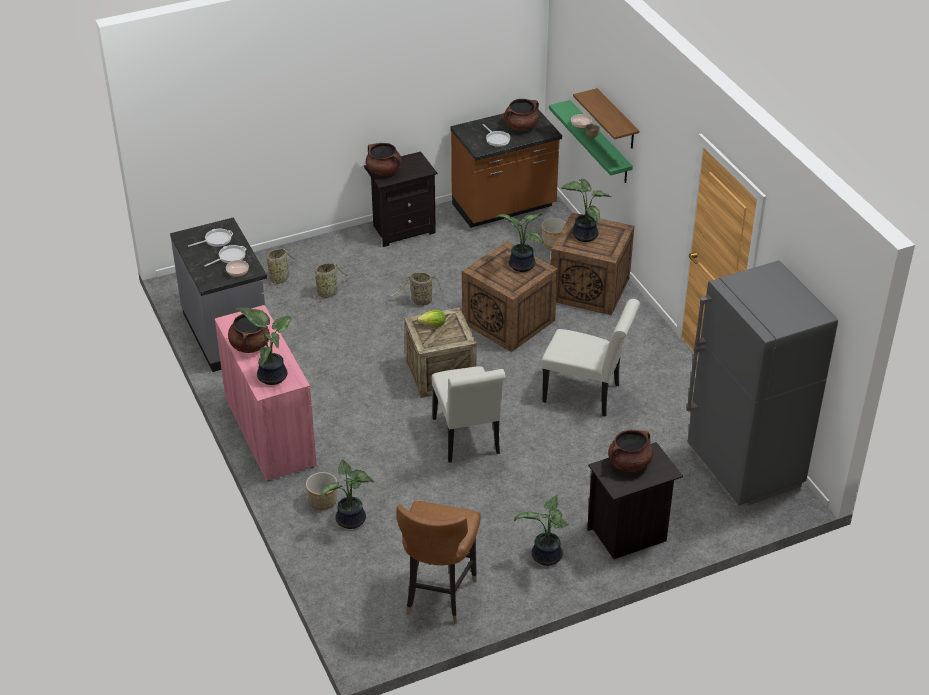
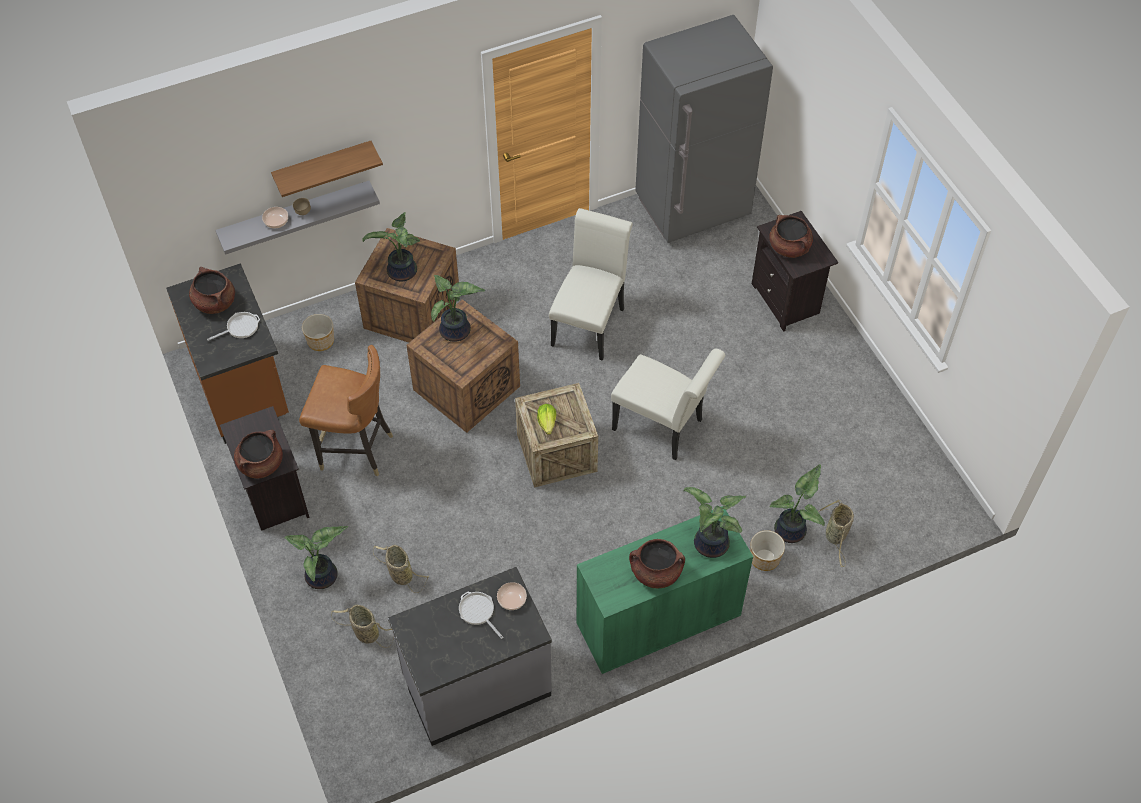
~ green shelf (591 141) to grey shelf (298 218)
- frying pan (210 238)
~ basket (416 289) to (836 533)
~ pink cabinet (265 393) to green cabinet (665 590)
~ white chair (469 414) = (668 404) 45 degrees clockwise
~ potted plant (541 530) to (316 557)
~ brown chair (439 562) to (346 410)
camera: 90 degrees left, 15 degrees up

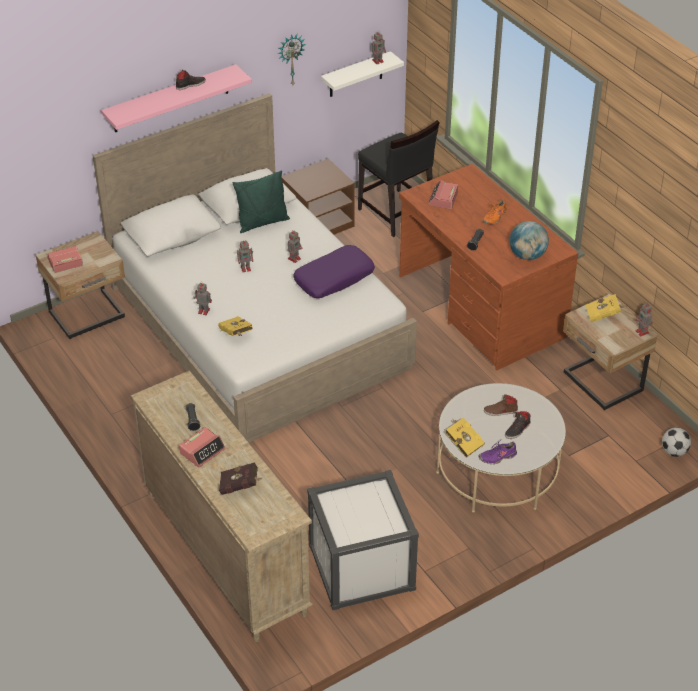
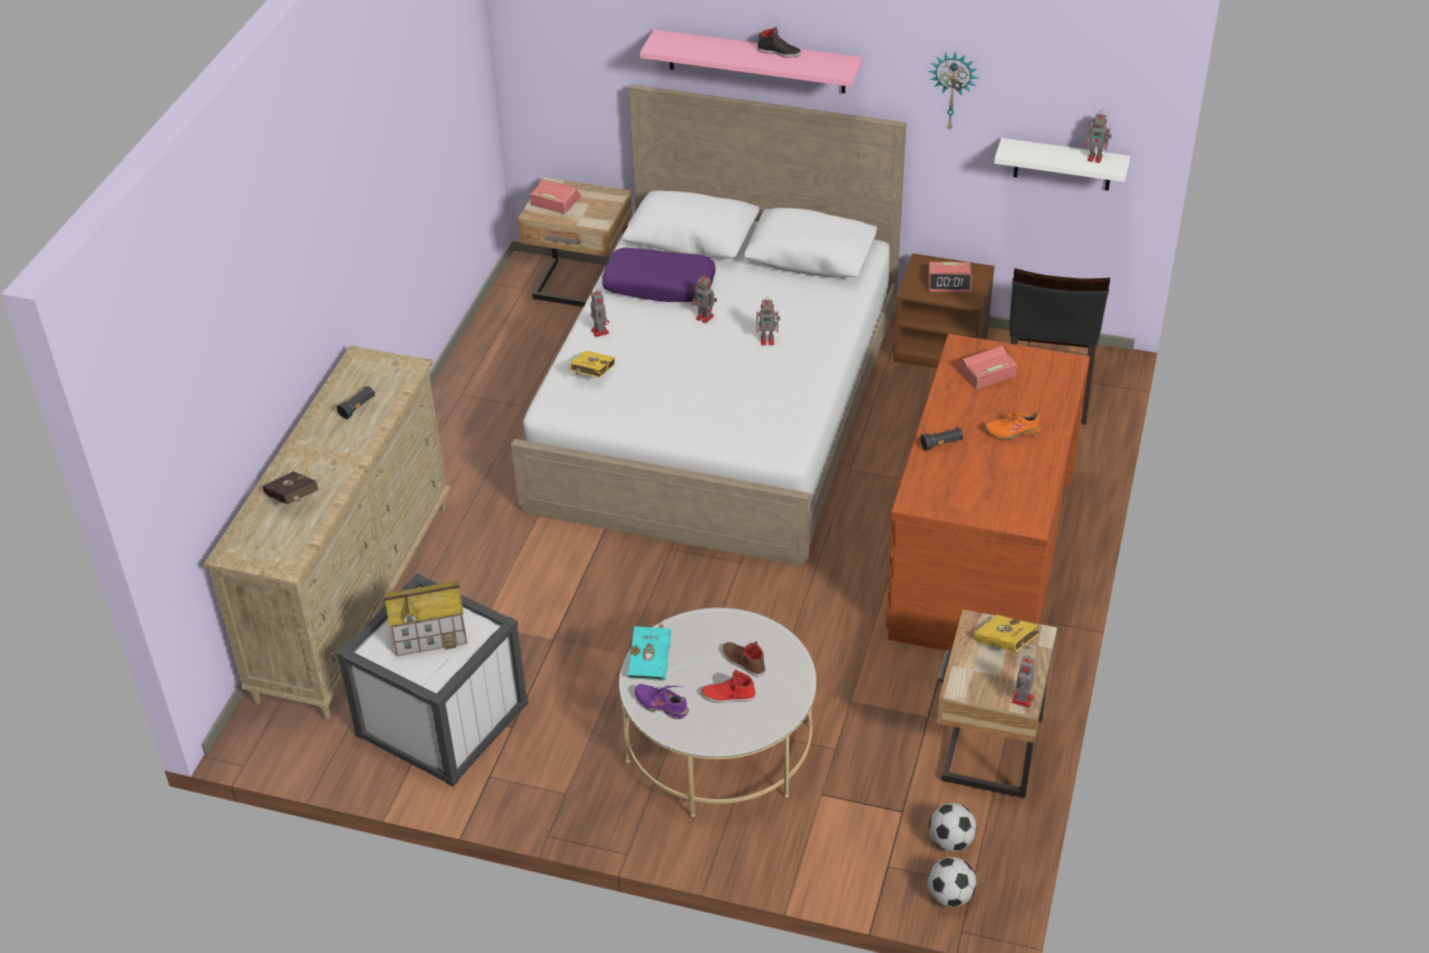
- green pillow (261 201)
- globe (529 240)
~ purple pillow (334 271) to (658 275)
~ black shoe (517 425) to red shoe (728 686)
~ yellow book (465 438) to turquoise book (649 651)
~ alarm clock (202 447) to (950 276)
+ toy house (425 618)
+ football (953 827)
camera: 50 degrees right, 0 degrees up

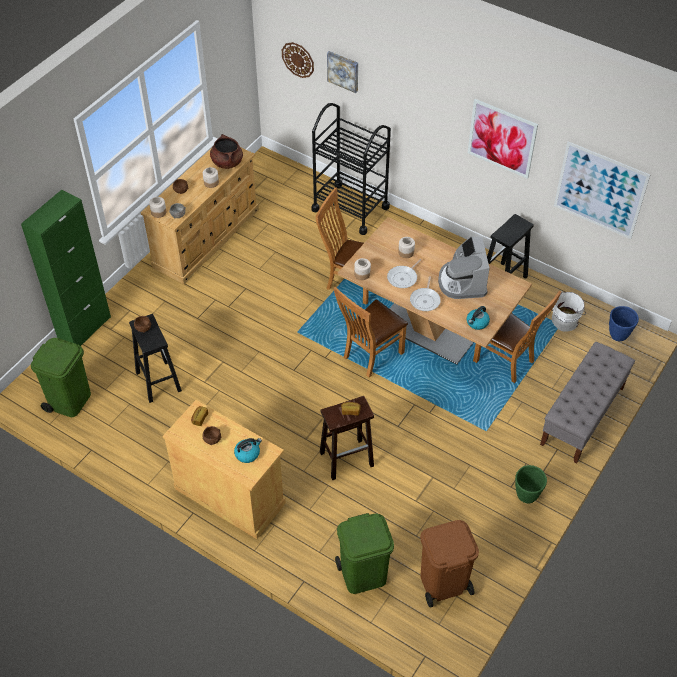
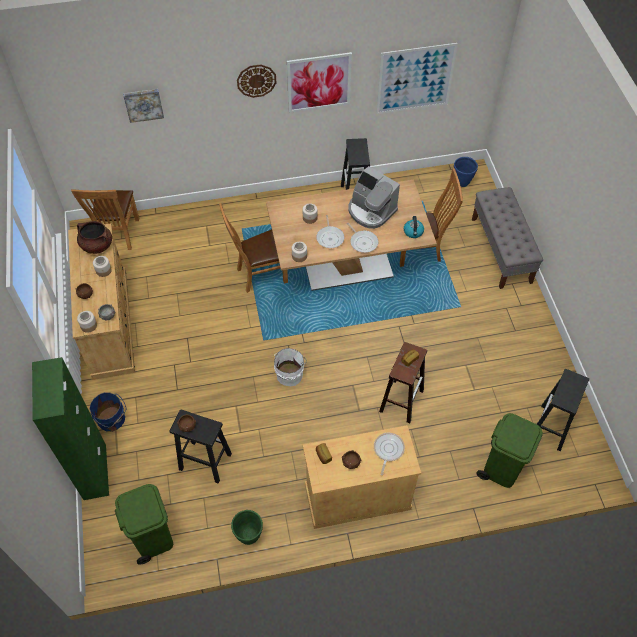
~ wall clock (298 60) to (256 81)
- black cart (351 169)
~ brown chair (371 332) to (105 219)
~ white bucket (569 312) to (290 367)
~ kettle (248 450) to frying pan (389 454)
~ green planter (531 484) to (247 527)
~ brown trash can (449 564) to black stool (563 410)
+ blue bucket (107 412)
camera: 45 degrees left, 5 degrees up

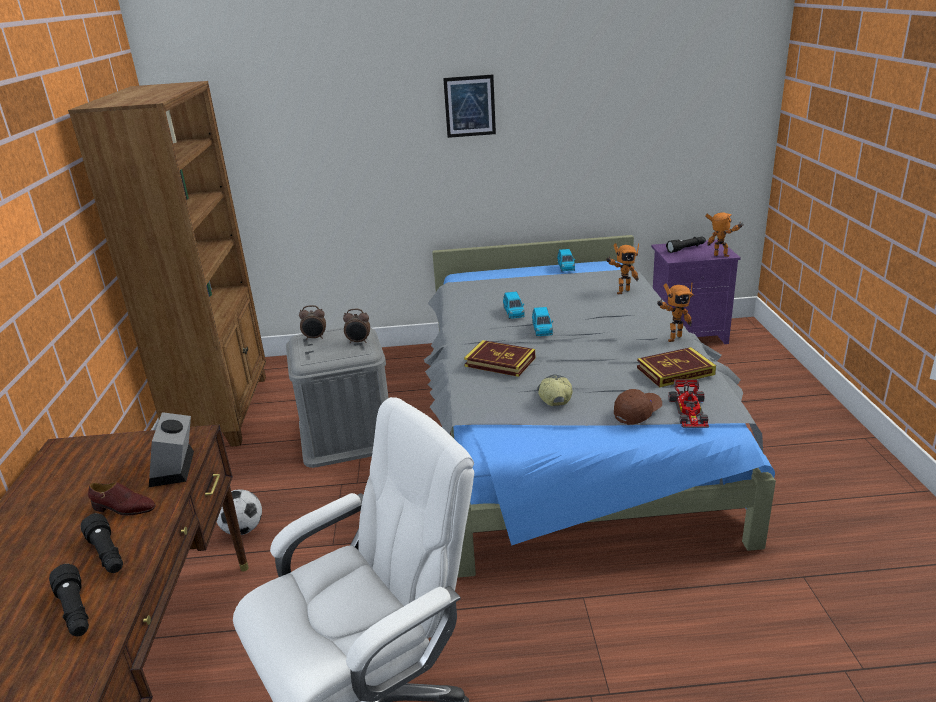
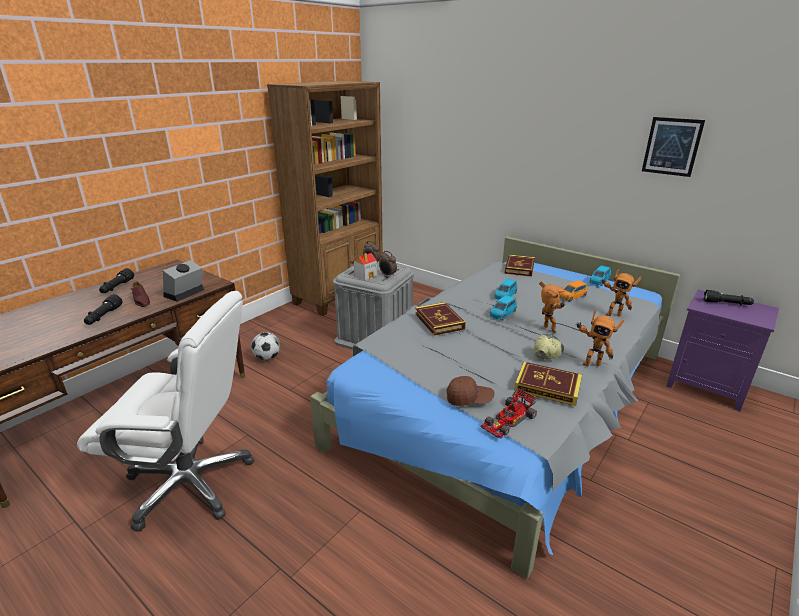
~ picture (469 106) to (673 147)
~ toy robot (724 234) to (552 307)
~ cap (554 390) to (549 347)
~ black flashlight (69 600) to (116 280)
+ toy house (365 266)
+ book (519 266)
+ orange toy car (573 291)
camera: 40 degrees right, 0 degrees up

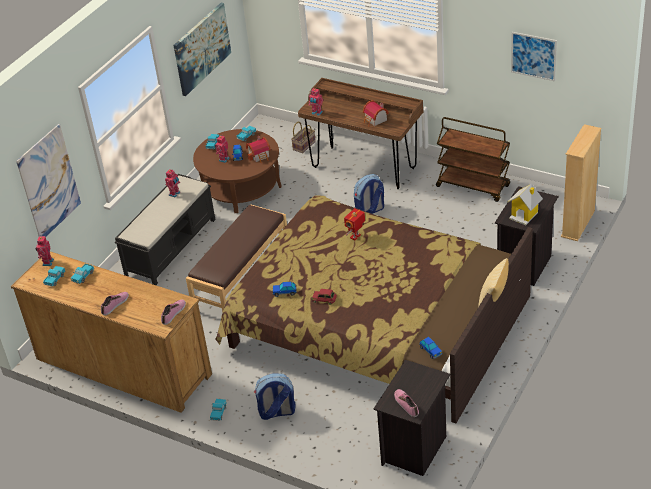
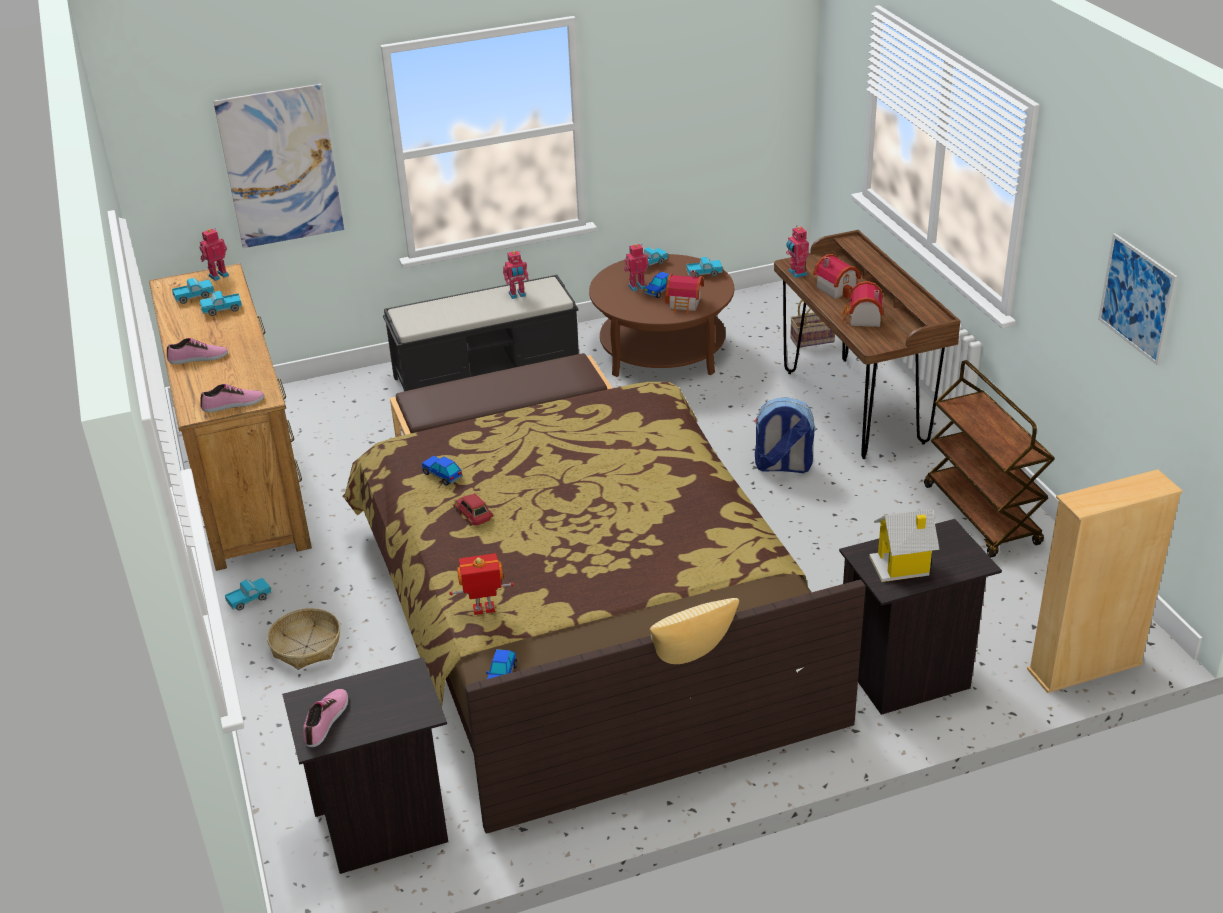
- picture (202 49)
~ toy robot (354 224) to (481 584)
~ backpack (275 397) to basket (303 639)
+ toy house (837 276)
camera: 40 degrees right, 5 degrees down

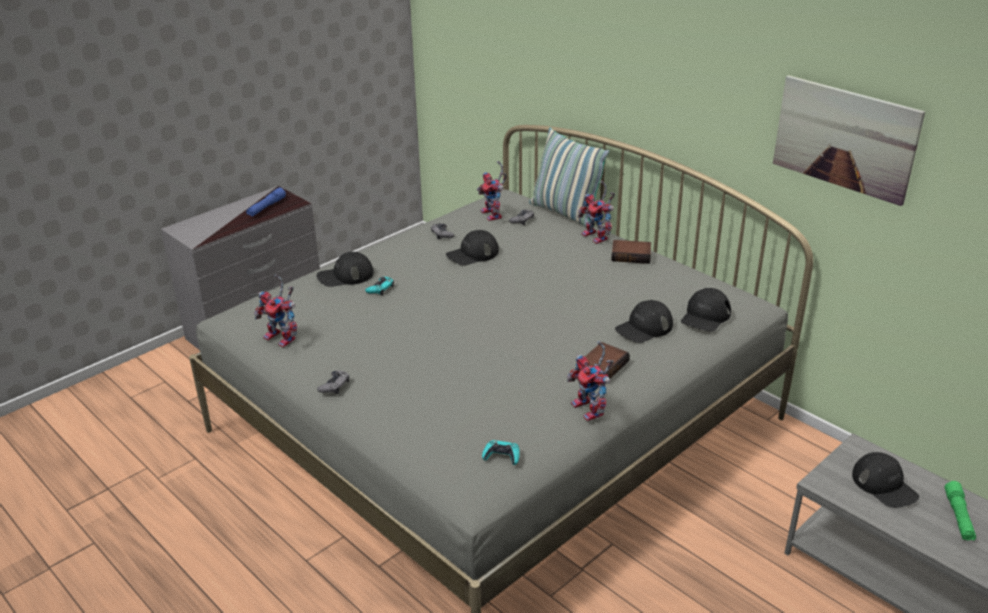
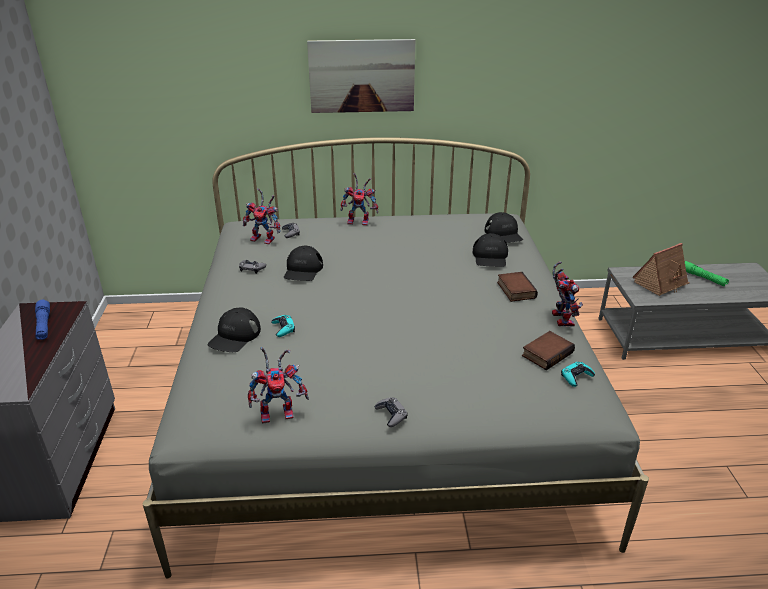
~ picture (849 140) to (361 76)
- pillow (569 177)
~ book (631 252) to (548 350)
~ toy robot (590 381) = (567 294) 105 degrees counterclockwise
~ black cap (885 480) to toy house (660 269)
camera: 50 degrees left, 0 degrees up

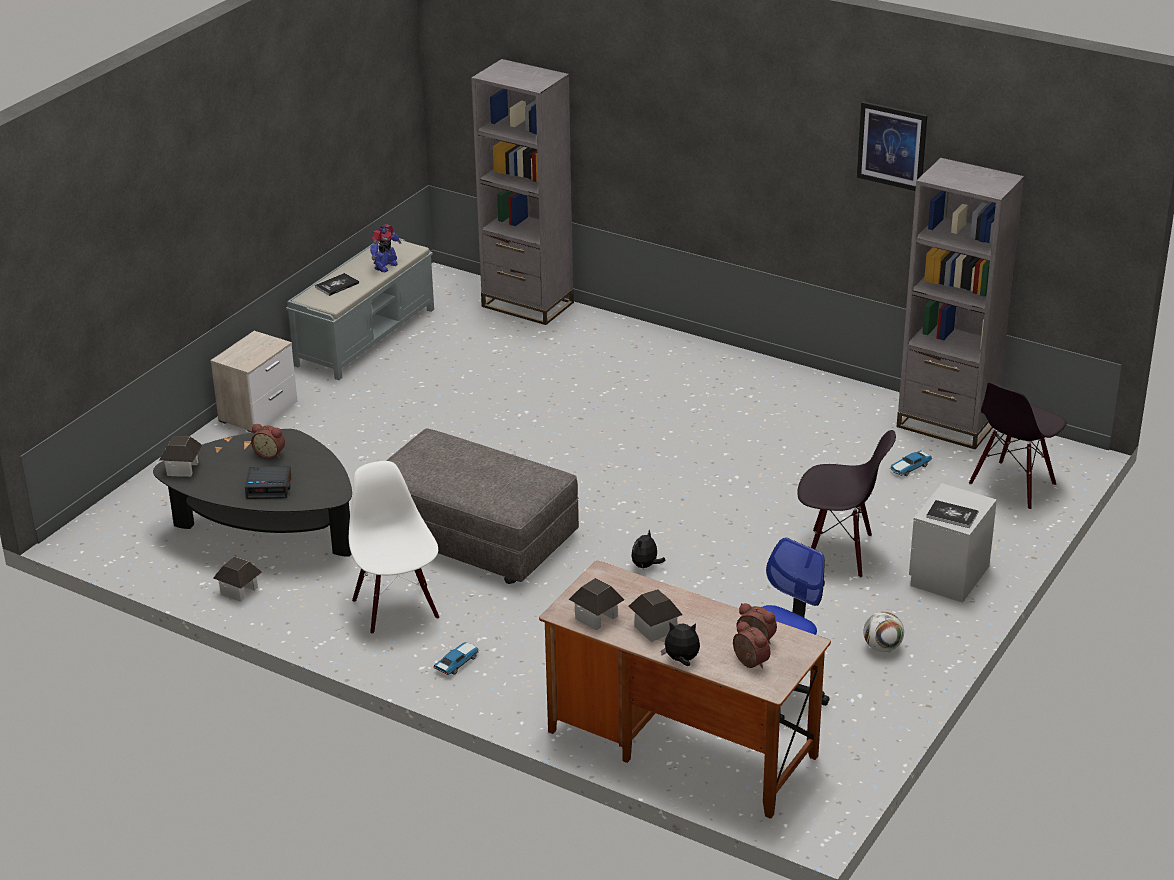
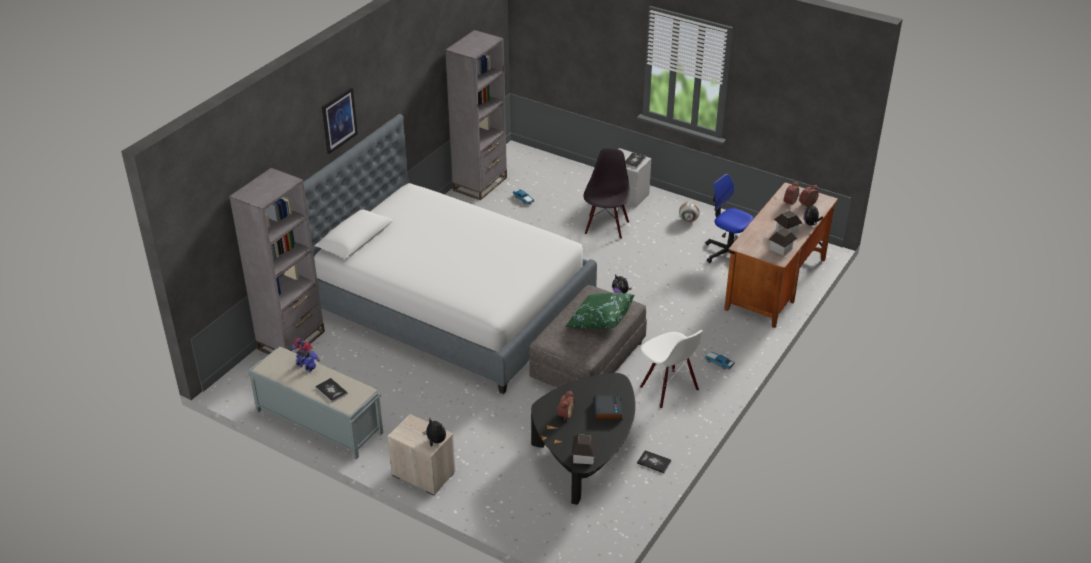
~ picture (892 146) to (340 120)
- black chair (1018 446)
~ white chair (394 547) = (671 369) 105 degrees counterclockwise
~ toy house (237 579) to book (654 461)
+ bed (450 254)
+ green pillow (599 311)
+ plush toy (434 432)
camera: 90 degrees left, 5 degrees up

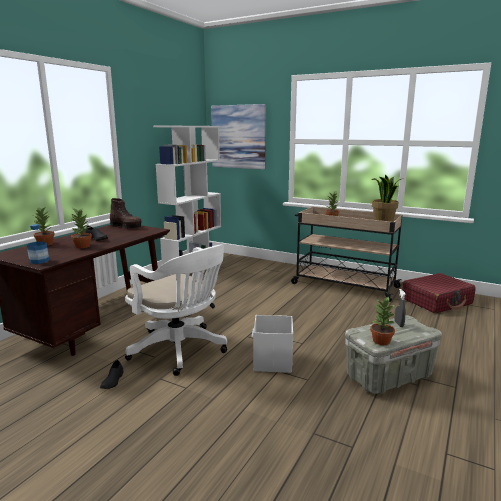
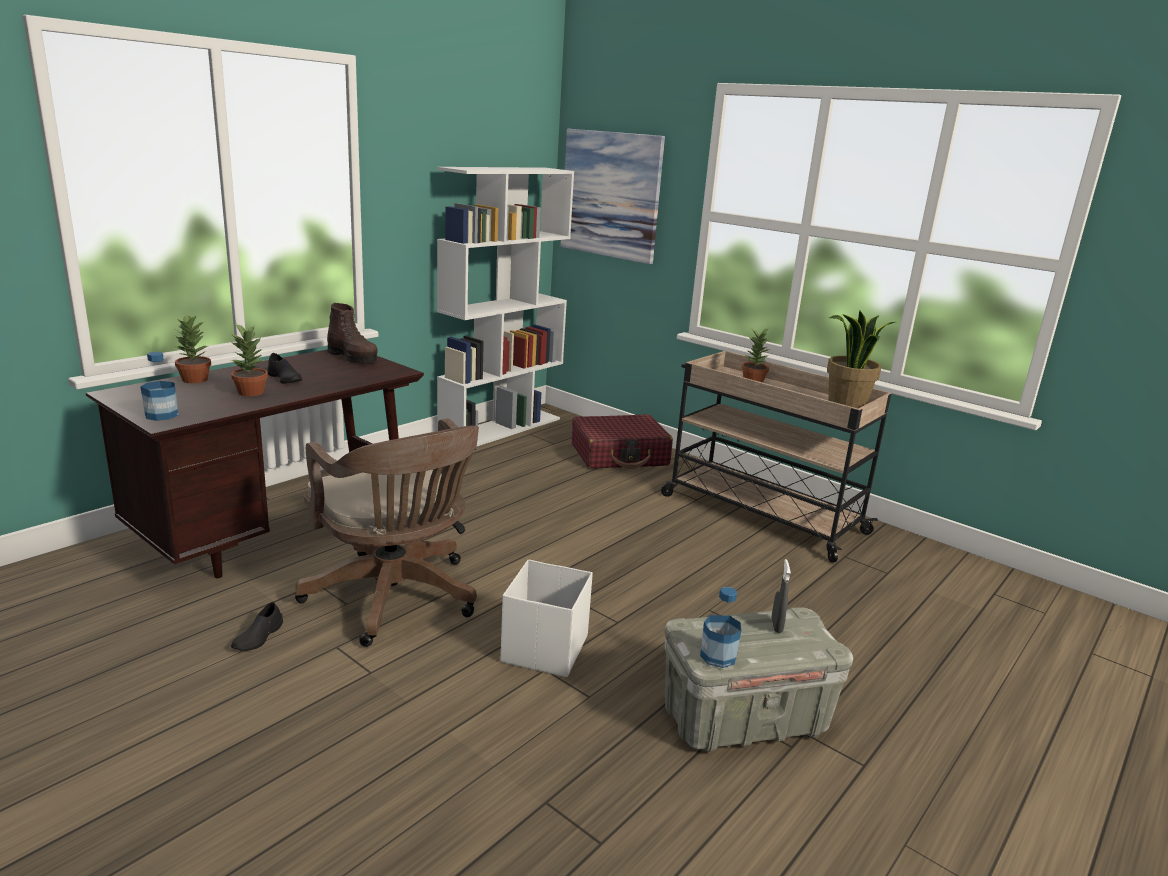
~ white office chair (176 310) to brown office chair (387 532)
~ red suitcase (438 293) to (622 442)
~ potted plant (382 320) to bottle (720 627)
camera: 10 degrees right, 5 degrees up

